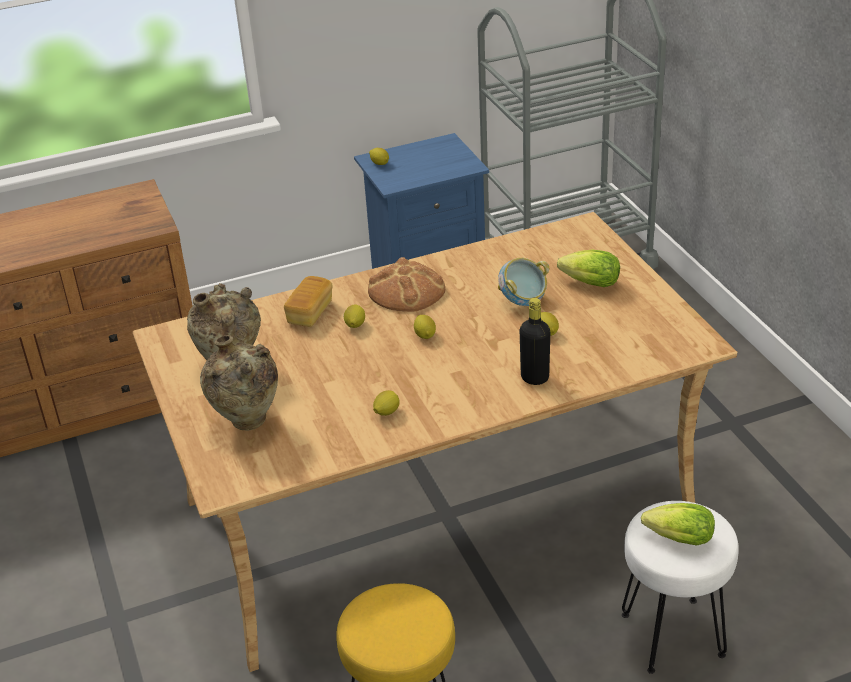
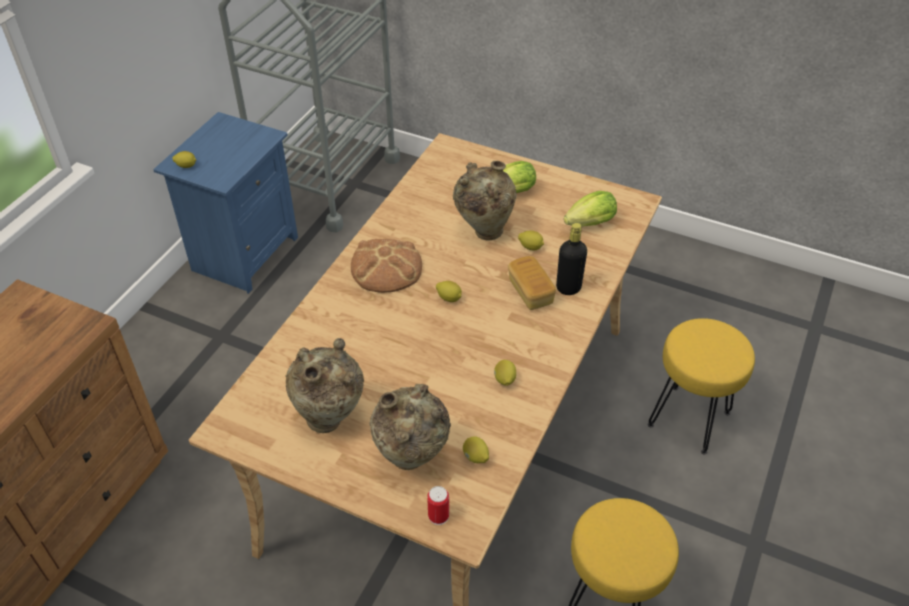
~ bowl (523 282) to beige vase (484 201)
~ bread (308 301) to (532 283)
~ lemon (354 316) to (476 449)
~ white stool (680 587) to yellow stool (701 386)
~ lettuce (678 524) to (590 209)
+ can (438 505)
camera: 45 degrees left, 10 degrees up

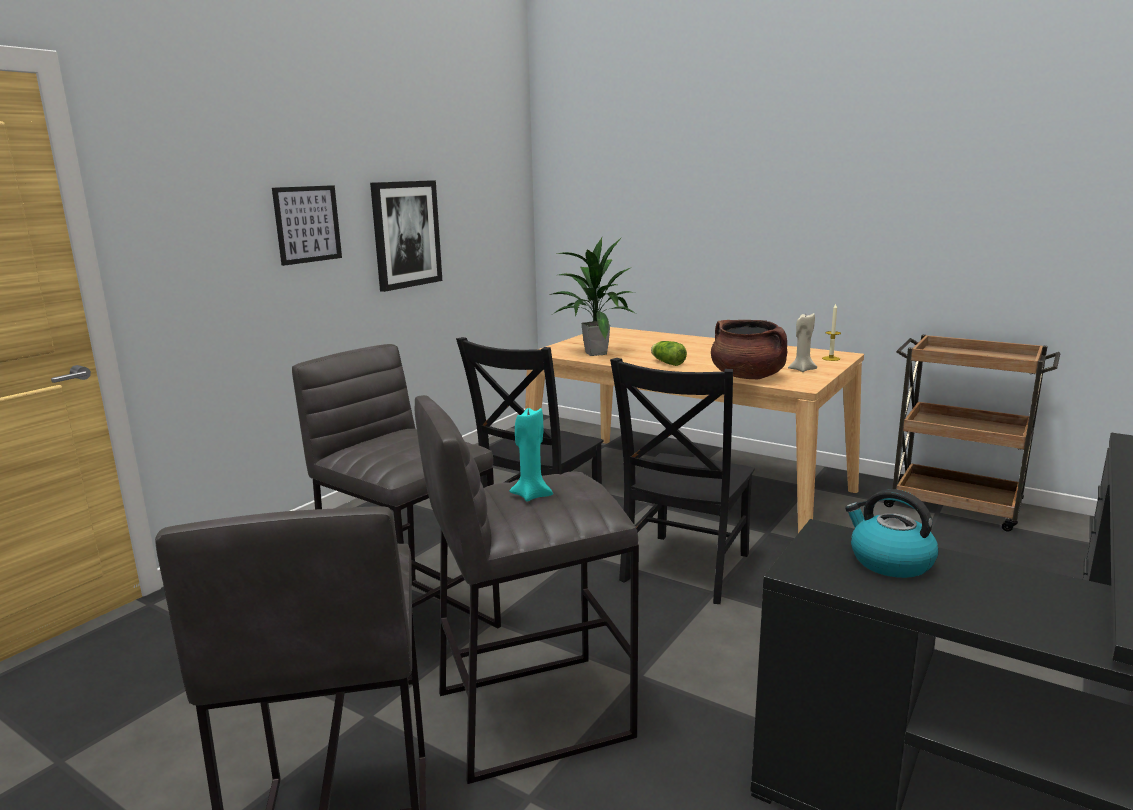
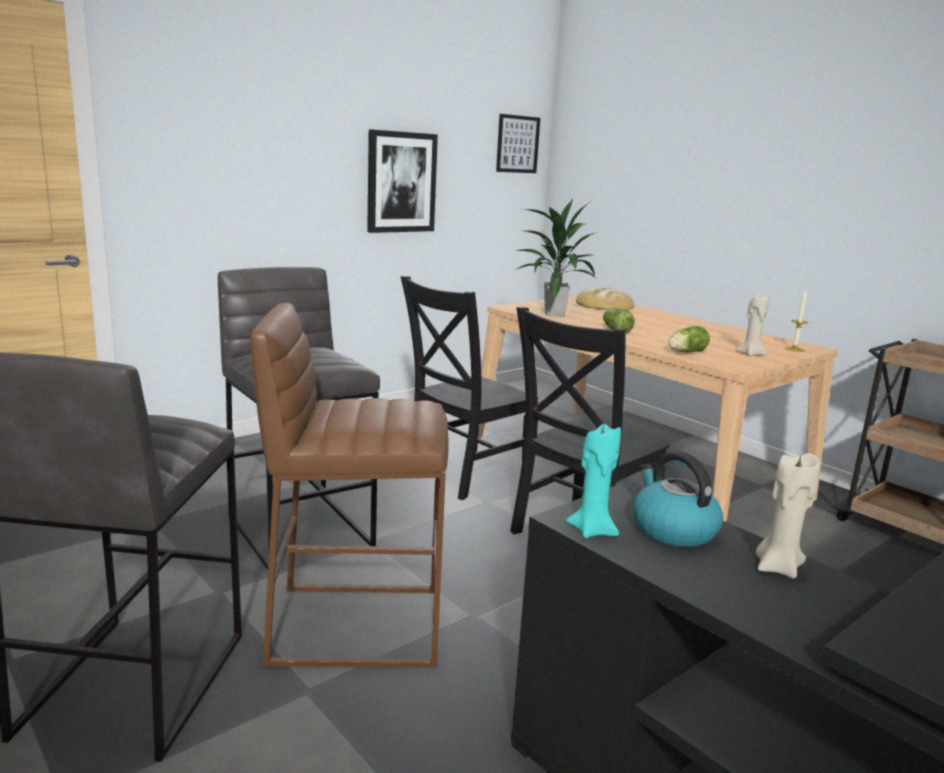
~ picture (307 225) to (518 143)
~ brown cooking pot (749 349) to lettuce (689 339)
~ grey stool (527 589) to brown stool (349 485)
~ turquoise candle (531 455) to (593 480)
+ bread (605 299)
+ beige candle (788 515)
camera: 15 degrees right, 0 degrees up

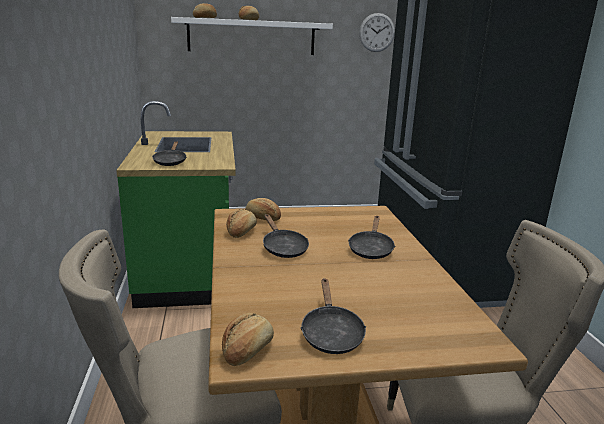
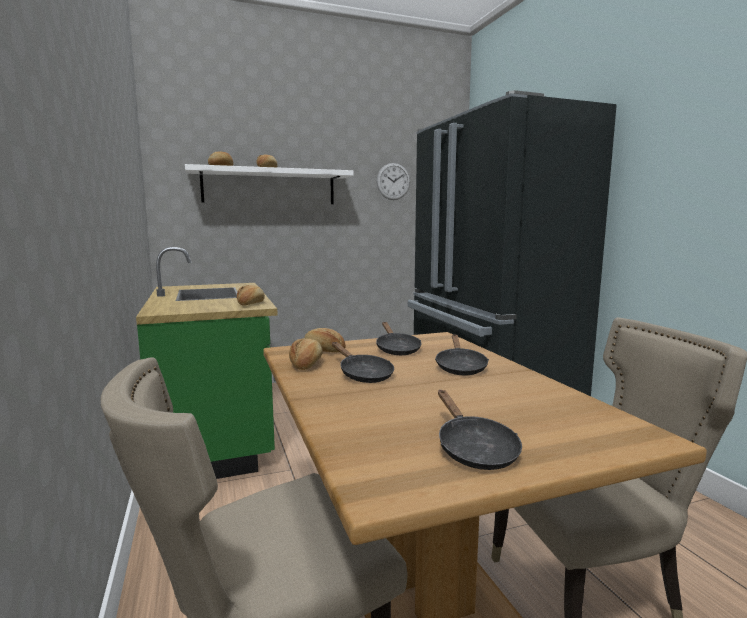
~ black frying pan (169 153) to (398 338)
~ bread (248 339) to (251 295)
camera: 10 degrees left, 10 degrees down

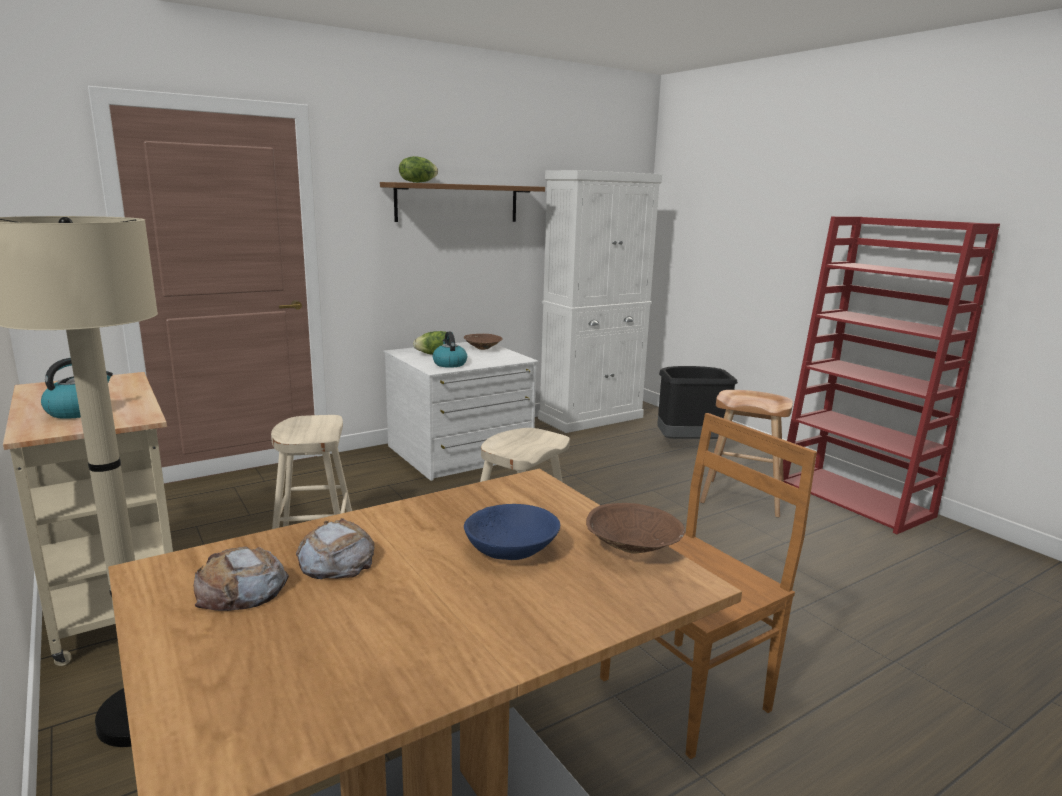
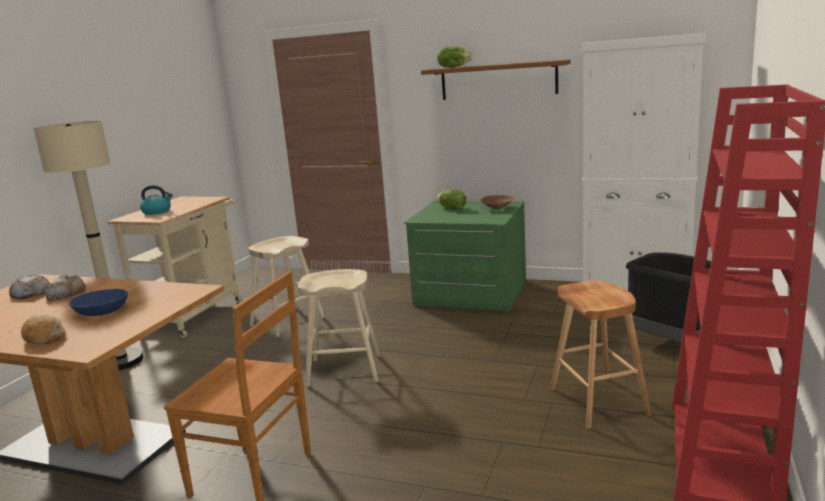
- kettle (450 350)
~ white dresser (461 411) to green dresser (465 256)
- brown bowl (635 528)
+ bread (43 328)
camera: 55 degrees right, 0 degrees up

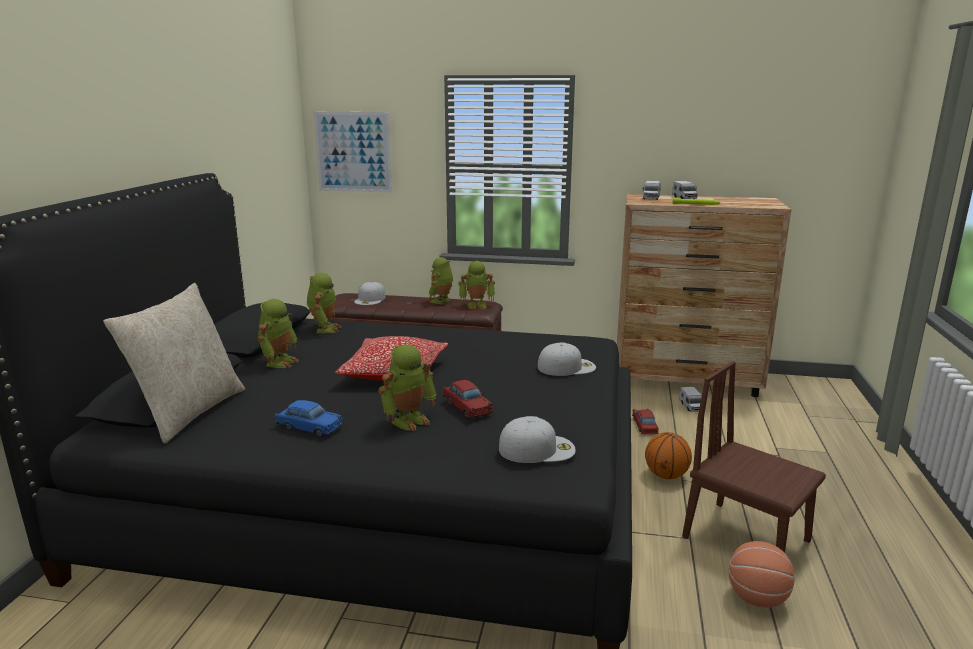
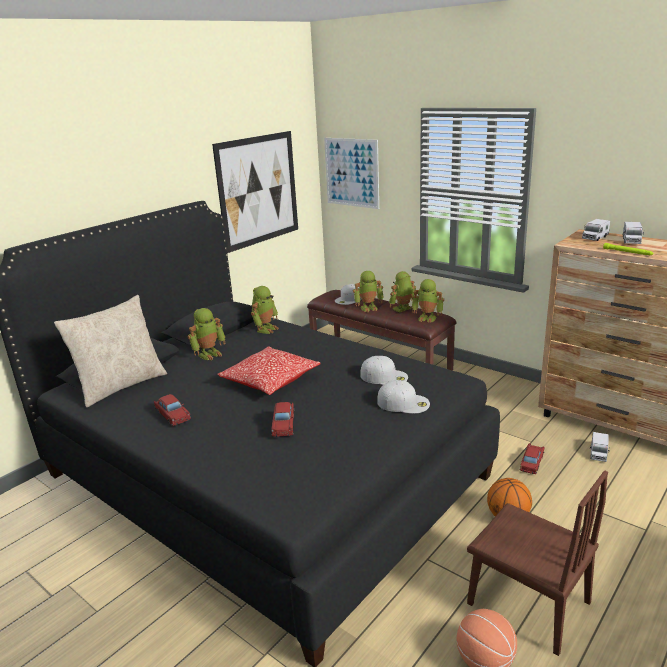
~ toy robot (407 387) to (368 291)
~ brown chair (754 457) = (537 563) 150 degrees clockwise
~ blue toy car (309 418) to red toy car (172 410)
~ white cap (537 439) to (384 370)
+ picture (255 192)
camera: 30 degrees right, 5 degrees up

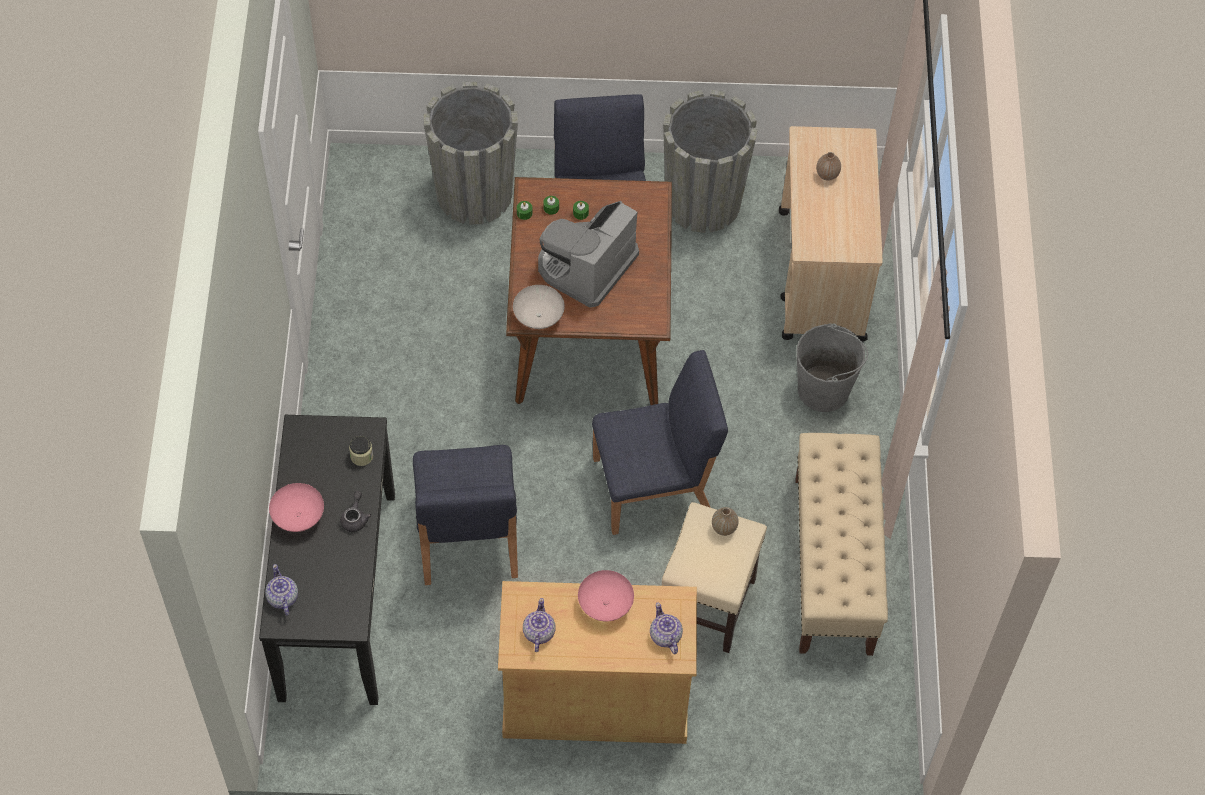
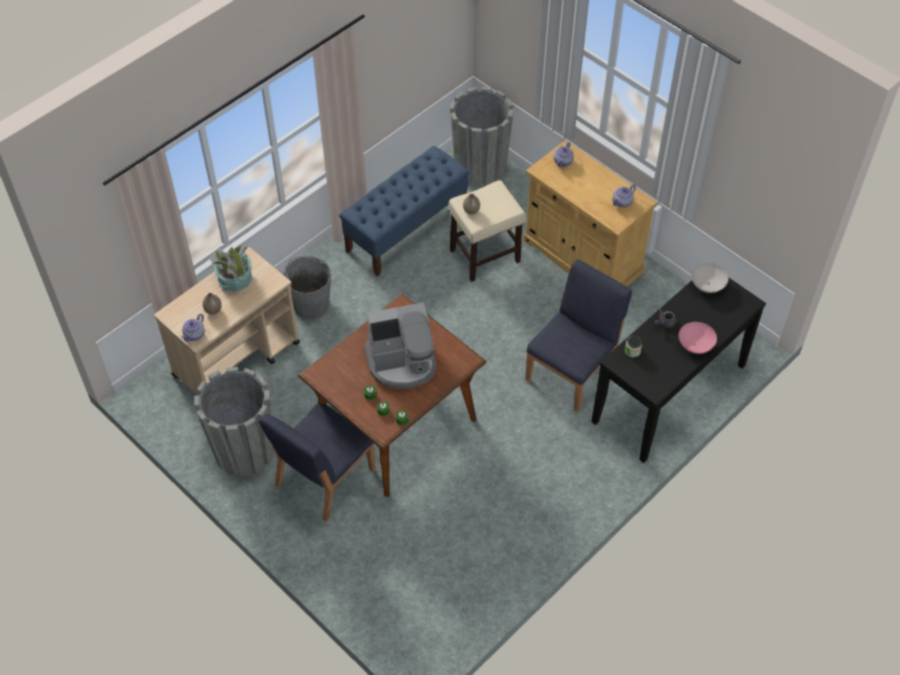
~ grey planter (471 153) to (482 137)
~ white bowl (539 307) to (709 278)
- blue chair (660 442)
~ beige bench (841 544) to blue bench (404 211)
~ teapot (281 590) to (193 328)
- pink bowl (606 595)
+ potted plant (230 268)
camera: 135 degrees left, 5 degrees down

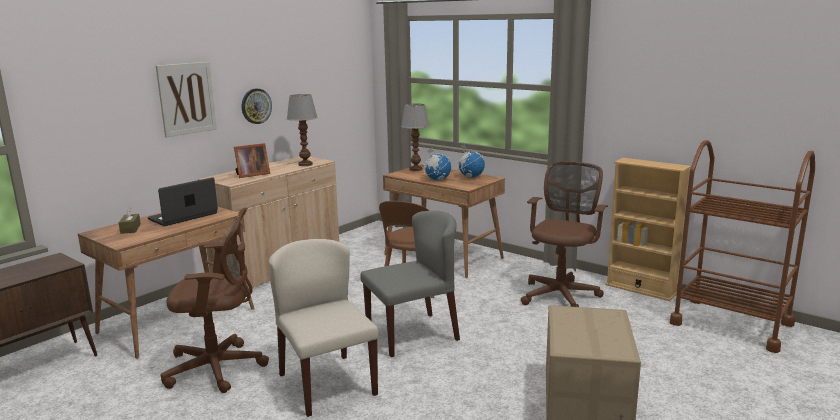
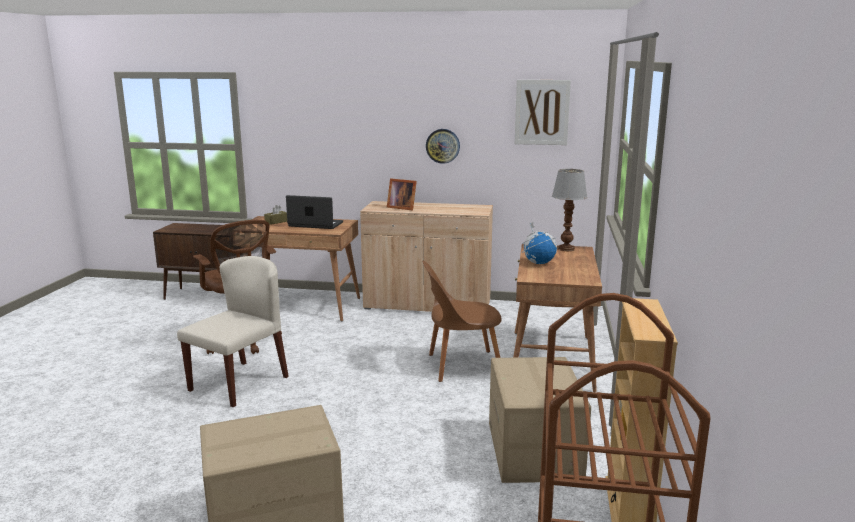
~ picture (186 99) to (543 112)
- table lamp (302 130)
- globe (471 161)
~ brown office chair (564 234) to cardboard box (540 420)
- grey chair (410 284)
camera: 60 degrees right, 0 degrees up

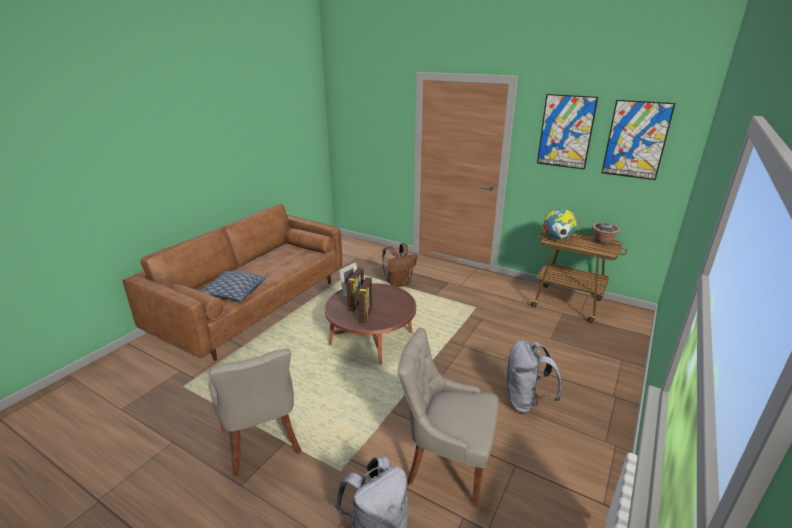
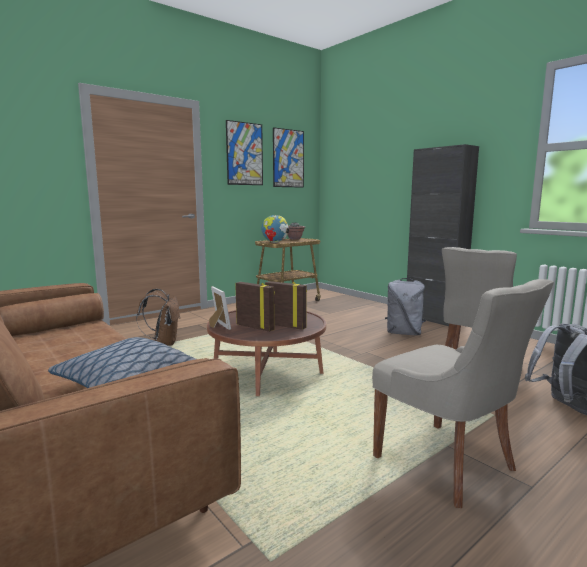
~ grey chair (255 413) = (463 393) 60 degrees clockwise
+ black cabinet (443 235)
camera: 70 degrees left, 15 degrees down

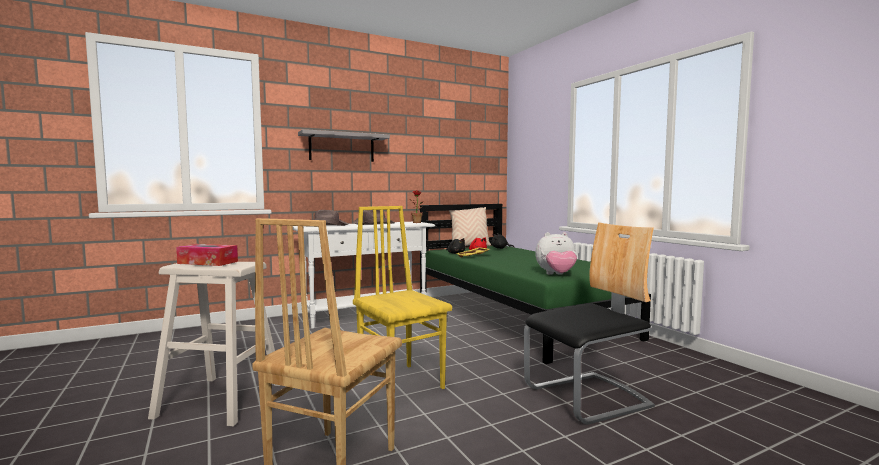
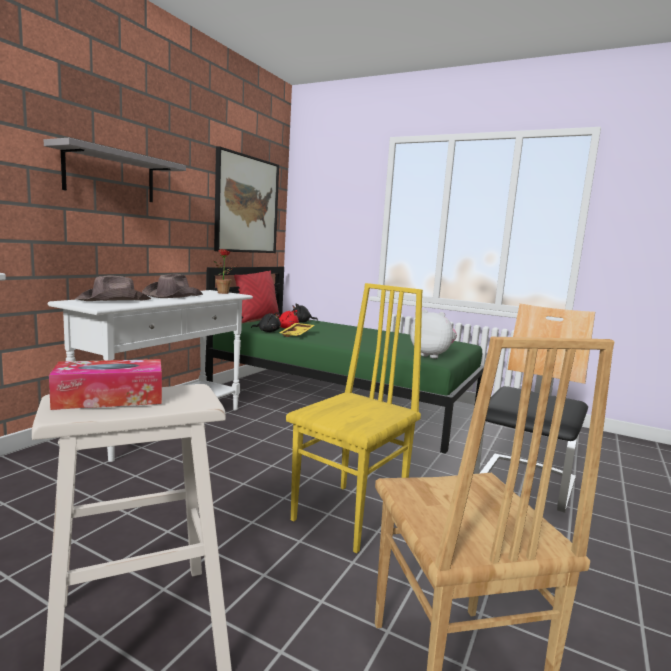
~ yellow chair (402 297) = (354 418) 105 degrees clockwise
~ beige pillow (470 226) to red pillow (257 296)
~ plush toy (556 253) = (433 333) 105 degrees counterclockwise
+ picture (246 199)
camera: 35 degrees left, 5 degrees up

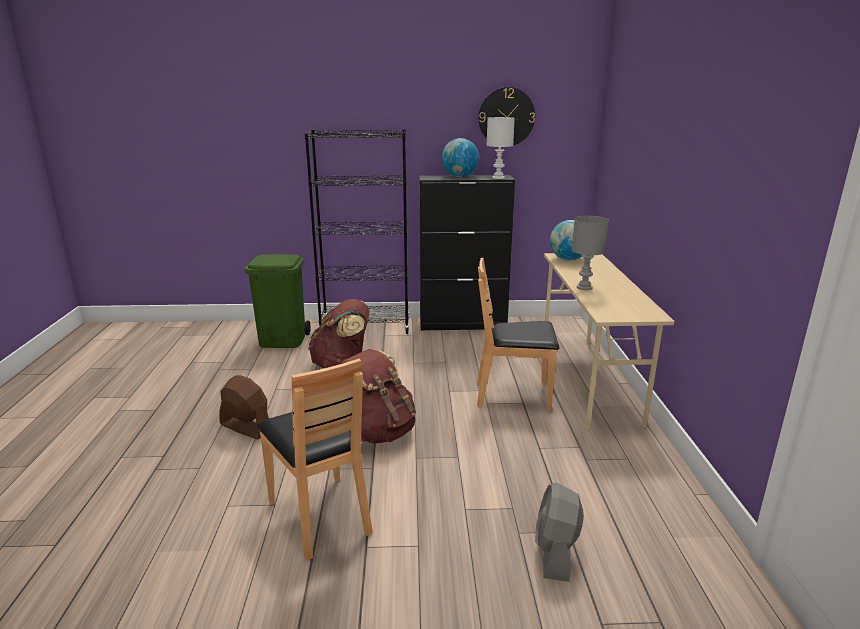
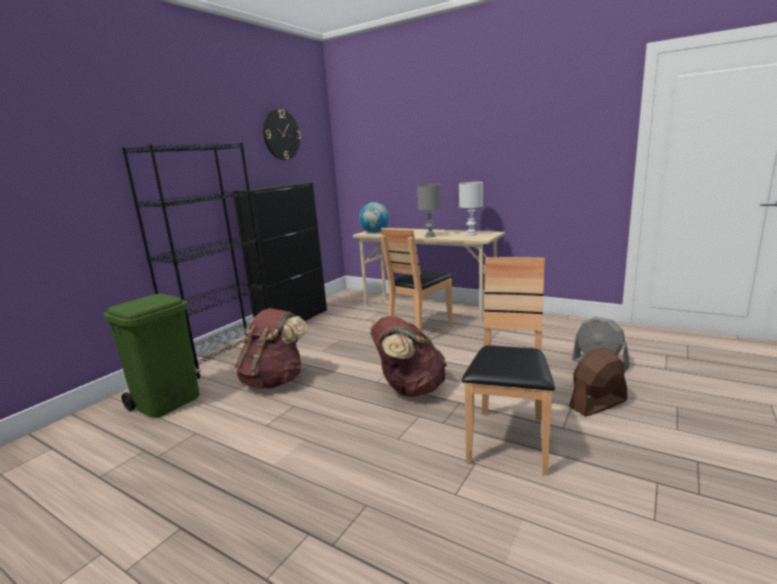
~ white table lamp (501 148) to (471 209)
- globe (460 157)
~ brown chair (315 459) = (508 366) 75 degrees counterclockwise
~ brown fan (244 407) to (598 382)
camera: 55 degrees left, 5 degrees down

